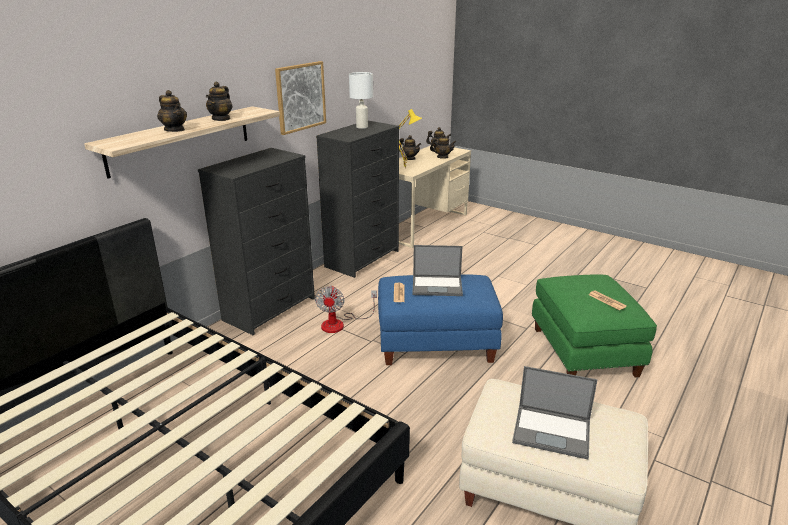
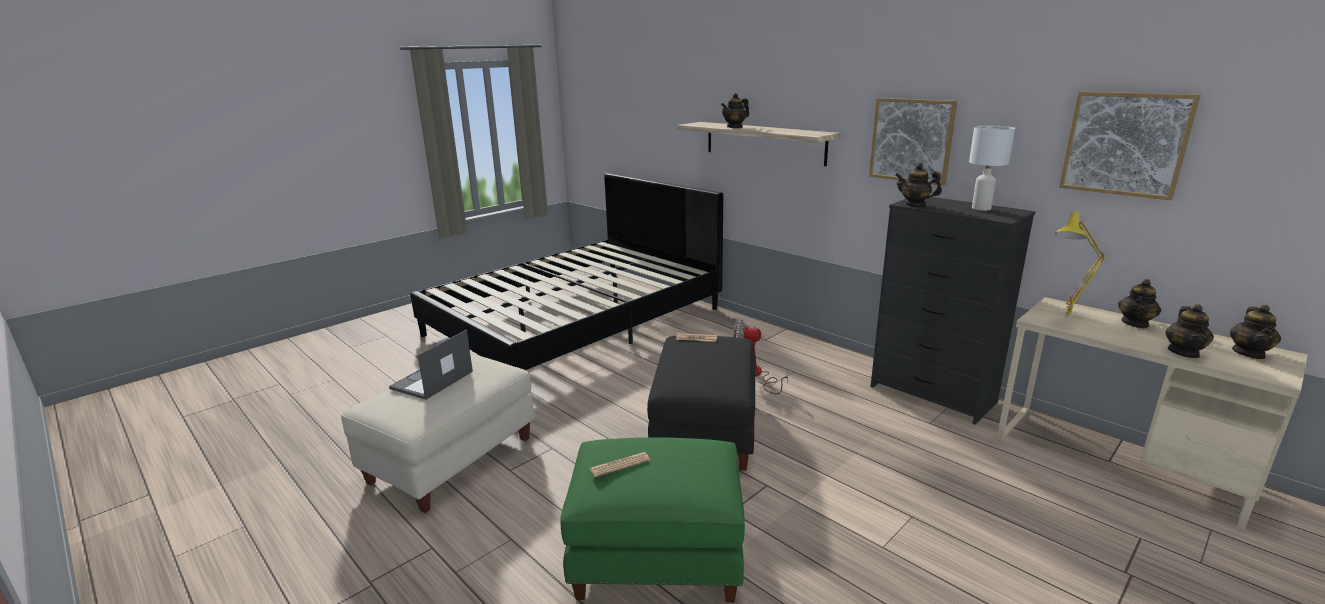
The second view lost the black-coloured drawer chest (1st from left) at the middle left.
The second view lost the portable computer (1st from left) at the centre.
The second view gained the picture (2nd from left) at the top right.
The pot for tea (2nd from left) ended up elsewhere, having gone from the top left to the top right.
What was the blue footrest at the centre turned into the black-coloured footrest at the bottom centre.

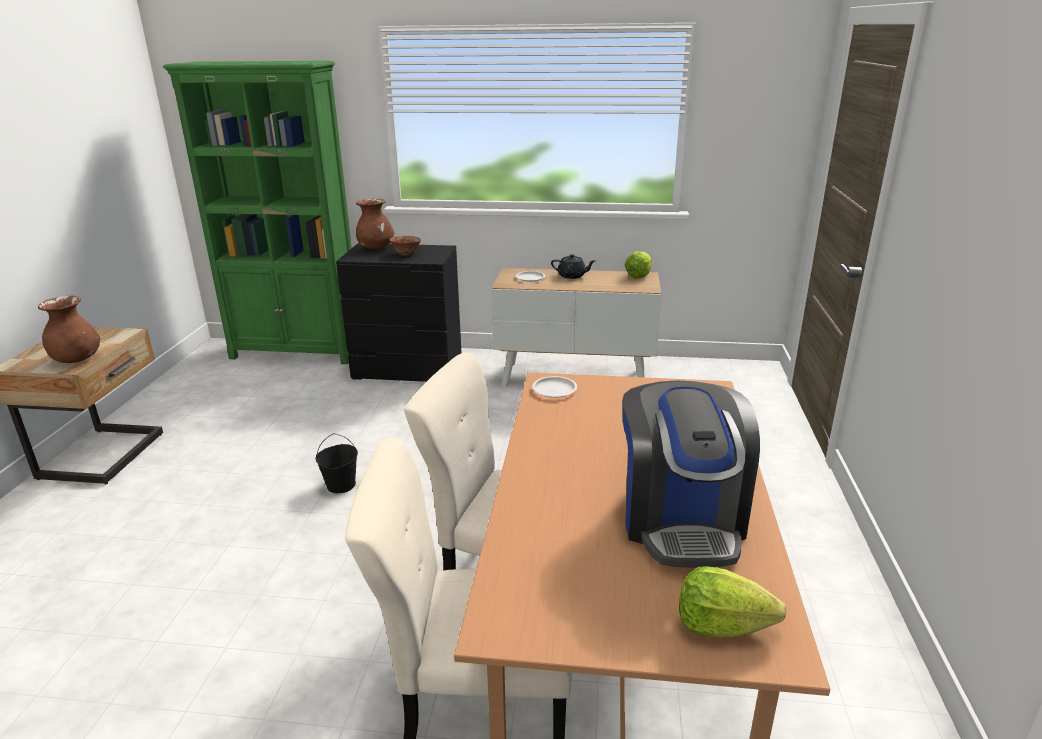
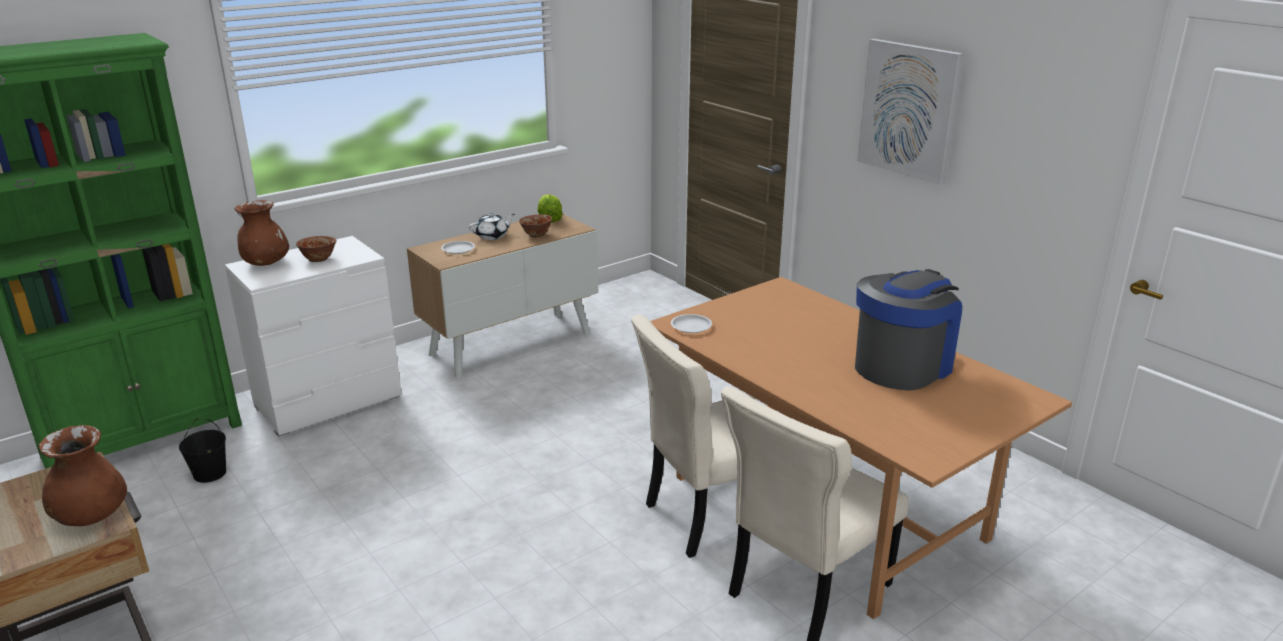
The second view lost the head of lettuce (2nd from left) at the bottom right.
The second view gained the bowl (2nd from left) at the centre.
The second view gained the picture at the top right.
The black-coloured bucket ended up elsewhere, having gone from the middle left to the bottom left.
What was the black-coloured drawer chest at the centre turned into the whitish drawer chest at the middle left.
What was the black-coloured pot for tea at the centre turned into the whitish pot for tea at the centre.
The coffee machine at the centre ended up facing another way, 90 degrees counterclockwise from before.

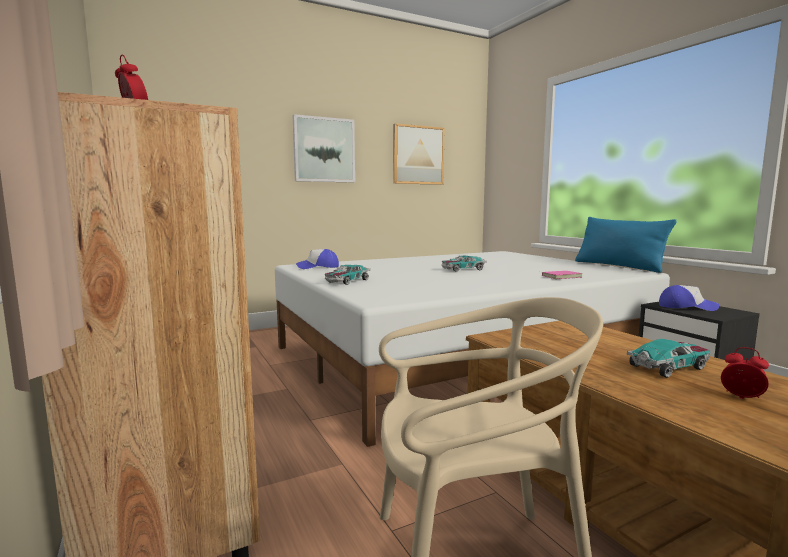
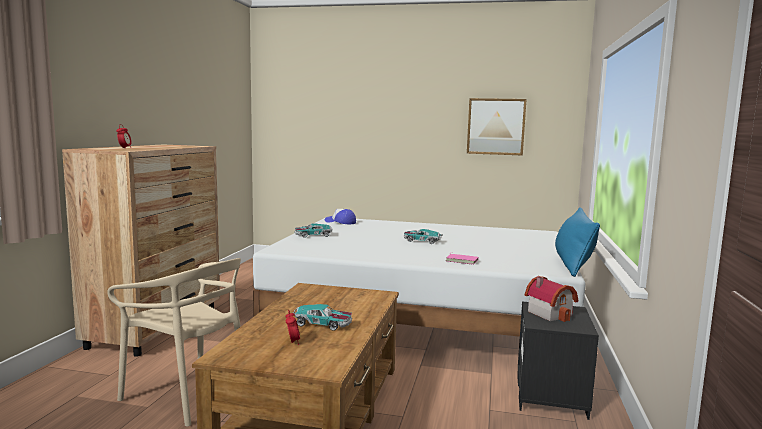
The second view lost the picture (1st from left) at the top centre.
Where the cap (2nd from left) stood at the middle right, the model house came to stand at the bottom right.

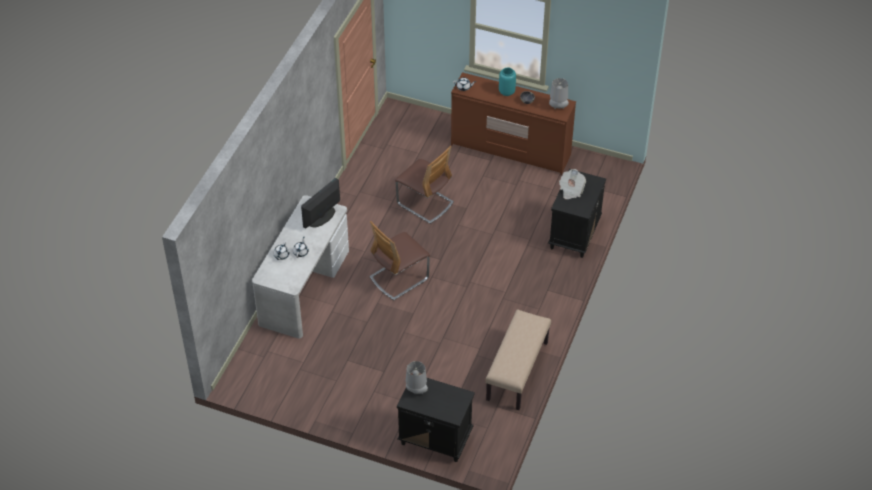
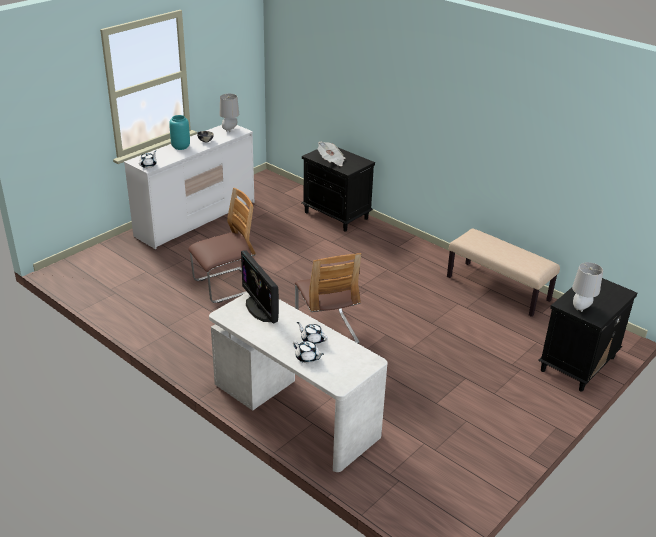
What was the brown-coloured drawer chest at the top centre turned into the whitish drawer chest at the middle left.

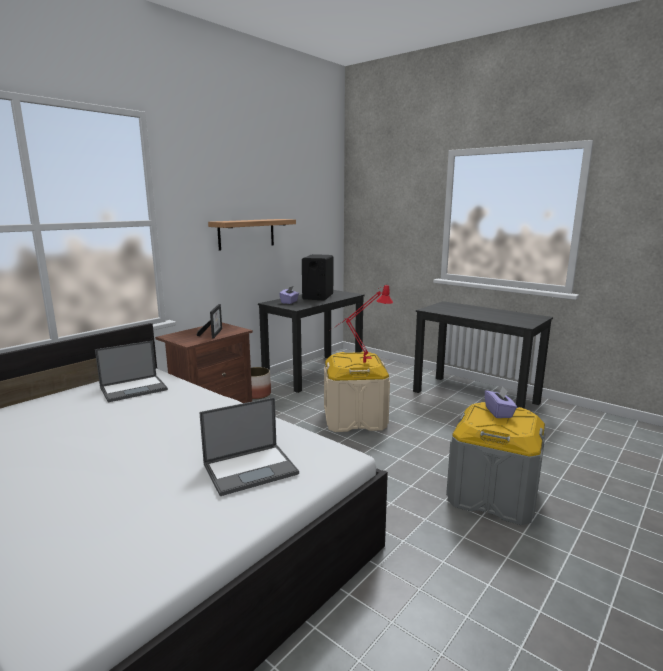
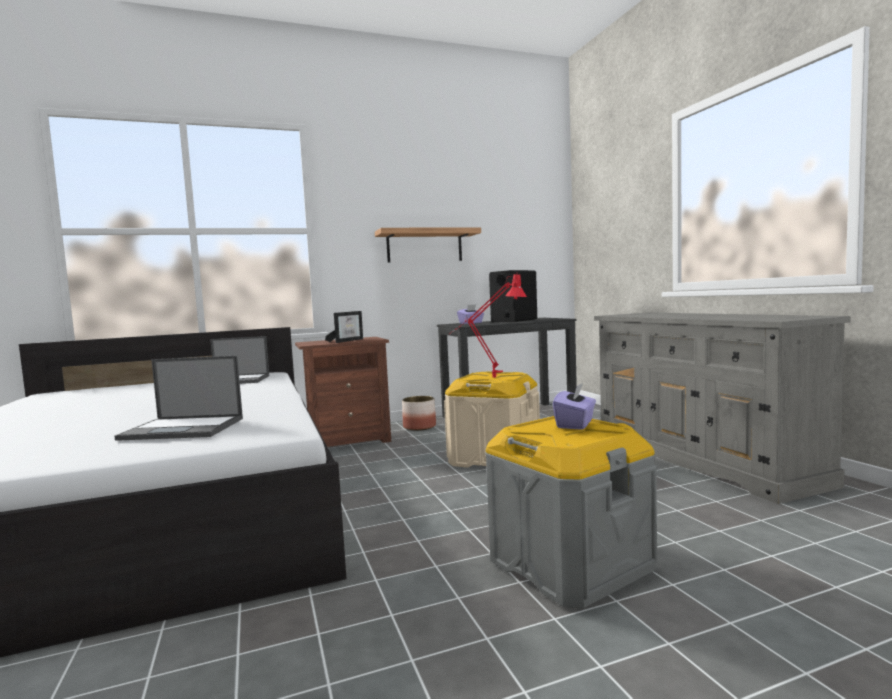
Where the black-coloured desk table (2nd from left) stood at the middle right, the greyish drawer chest came to stand at the middle right.

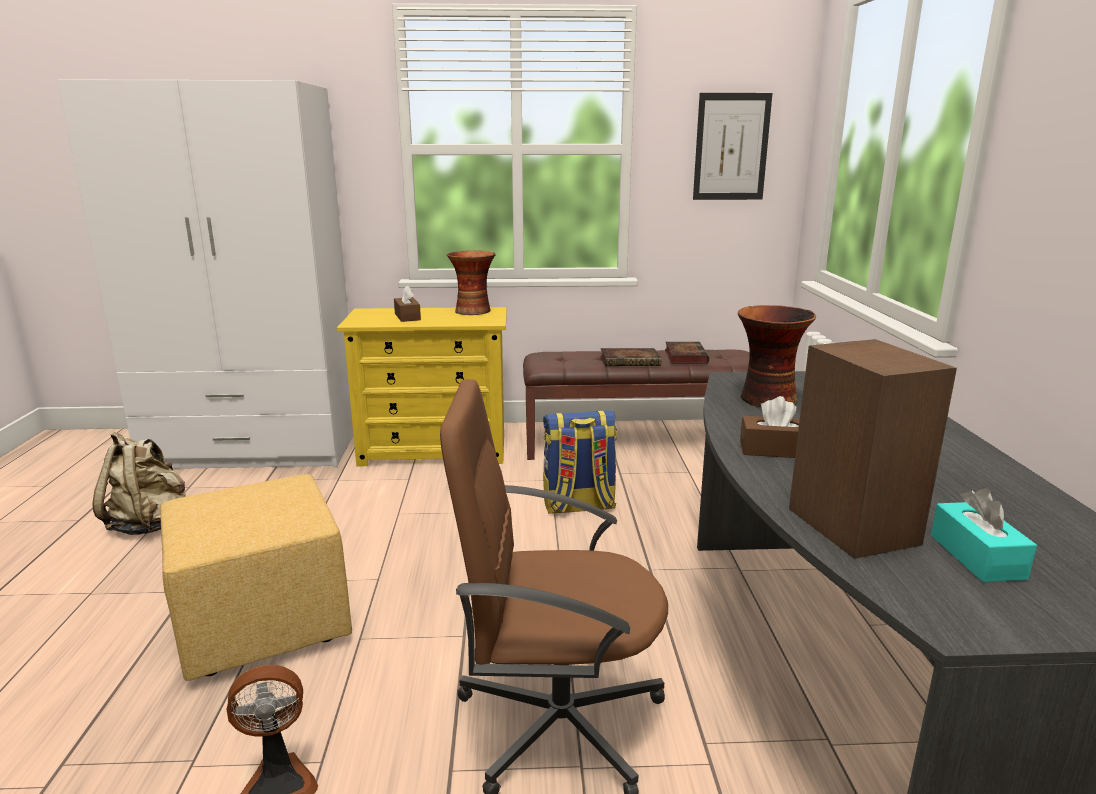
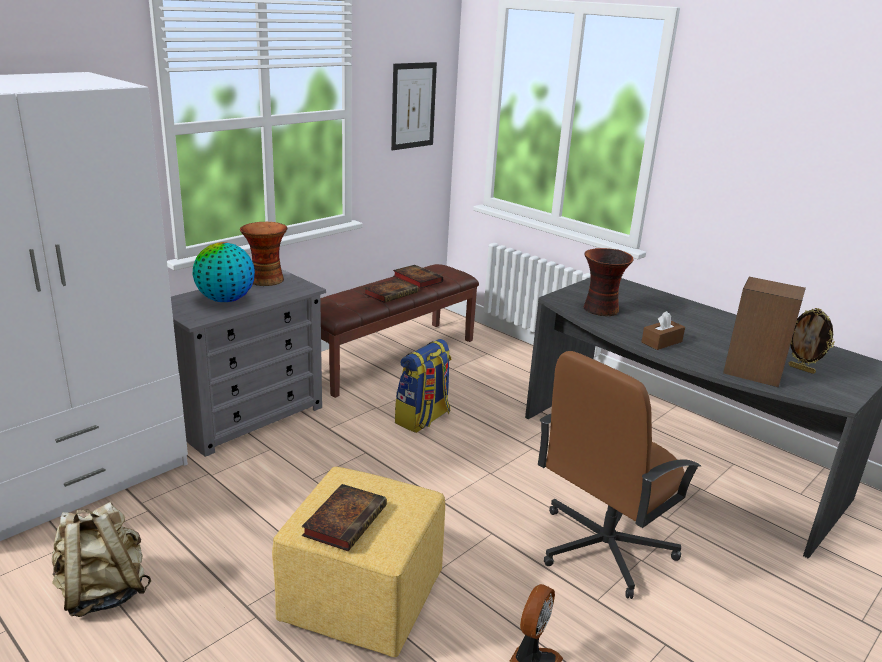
The second view gained the bound book (1st from left) at the bottom centre.
Where the brown-coloured tissue holder (1st from left) stood at the centre, the desk globe came to stand at the middle left.
Where the turquoise-coloured tissue holder stood at the bottom right, the photo frame came to stand at the middle right.
What was the yellowish drawer chest at the centre turned into the greyish drawer chest at the middle left.

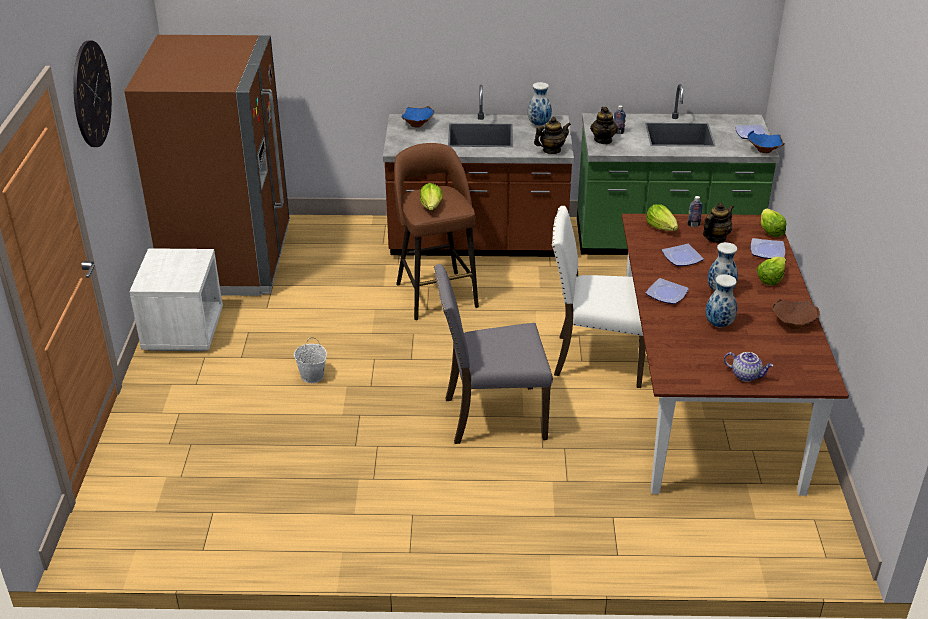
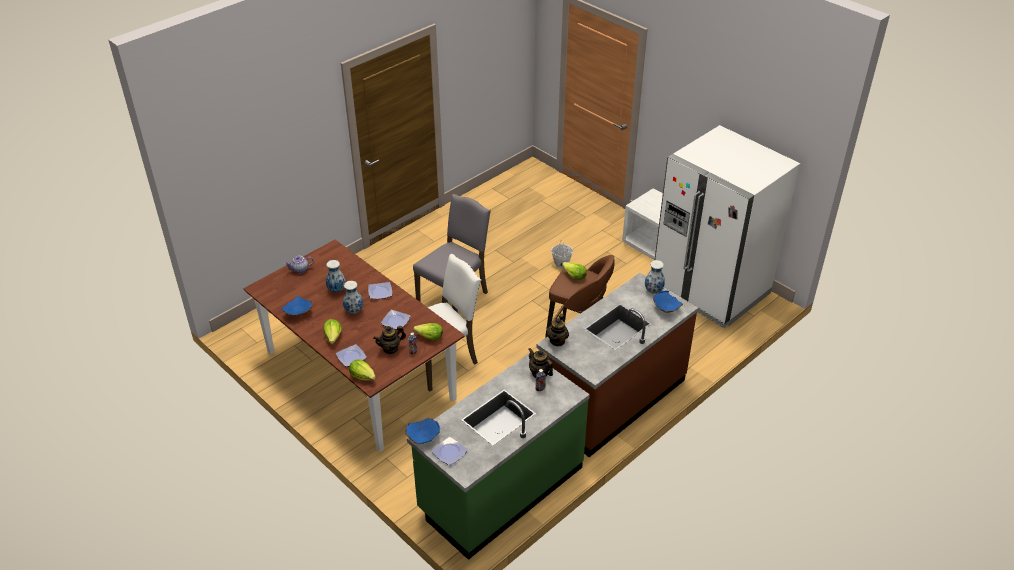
The second view lost the wall clock at the top left.
The vase (1st from left in the first image) ended up elsewhere, having gone from the top centre to the centre.
What was the brown-coloured fridge at the top left turned into the whitish fridge at the middle right.
What was the brown-coloured bowl at the middle right turned into the blue bowl (1st from left) at the middle left.
The pot for tea (3rd from left in the first image) at the middle right ended up facing another way, 60 degrees clockwise from before.

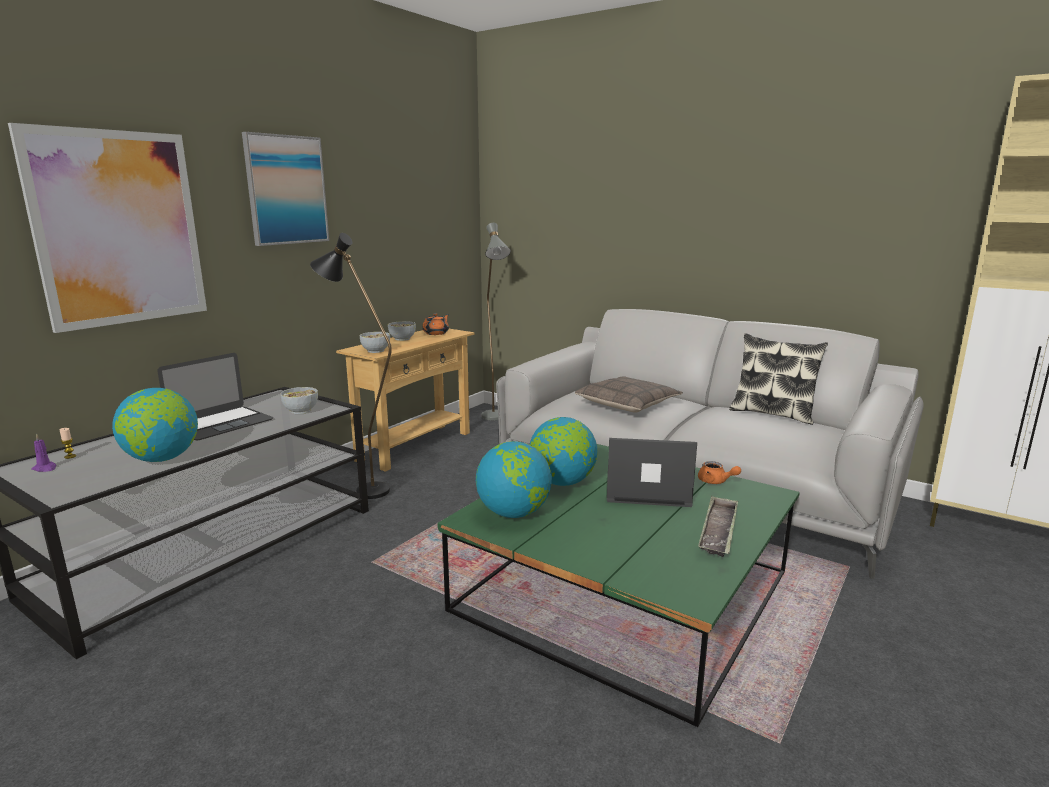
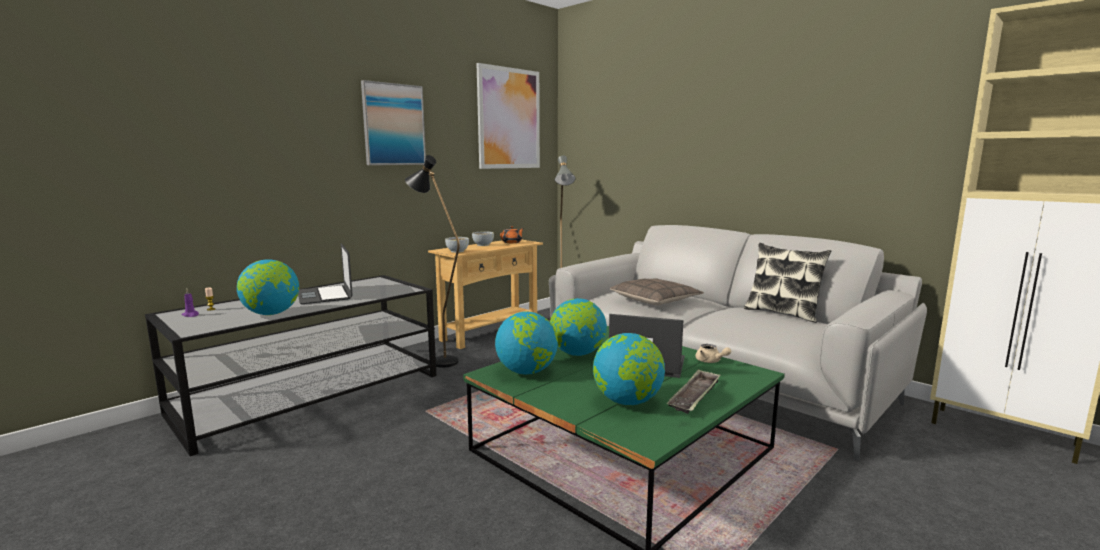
The second view lost the bowl (1st from left) at the middle left.
The second view gained the desk globe (4th from left) at the bottom centre.
The picture (1st from left in the first image) ended up elsewhere, having gone from the top left to the top centre.
What was the orange-coloured pot for tea (2nd from left) at the middle right turned into the beige-coloured pot for tea at the centre.
The portable computer (1st from left) at the middle left ended up facing another way, 105 degrees clockwise from before.

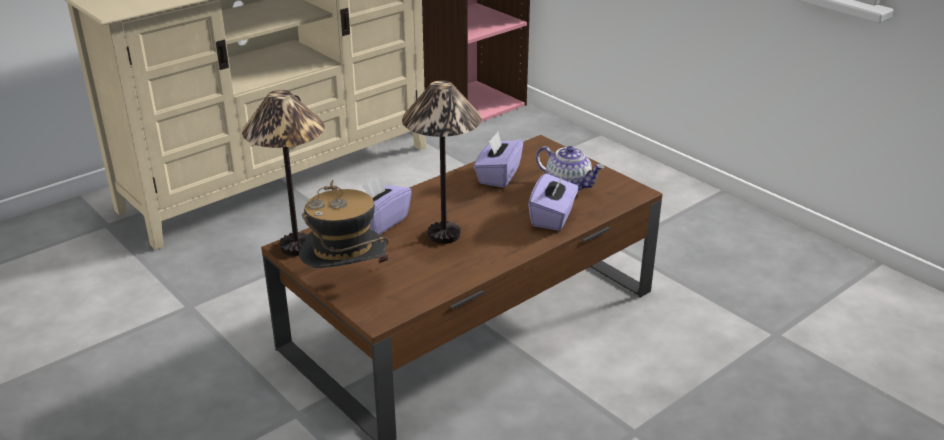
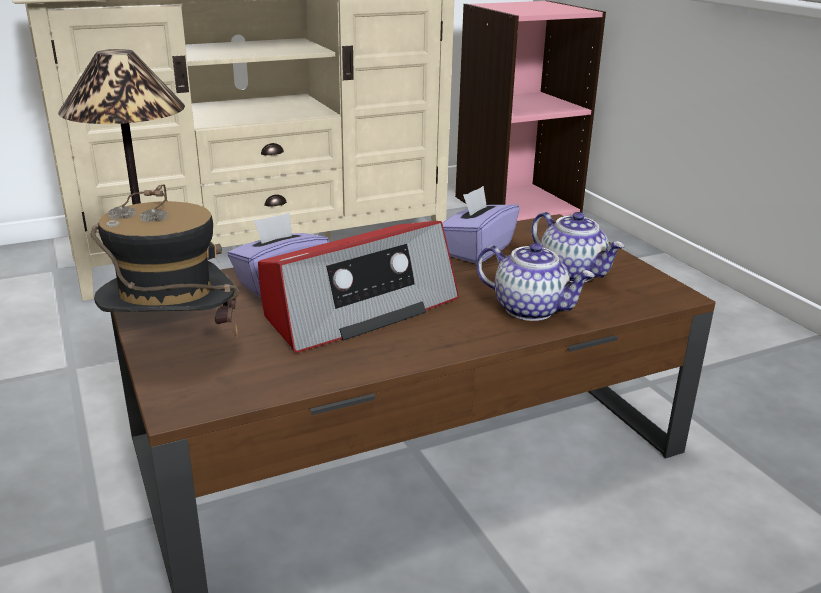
Where the tabletop lamp (2nd from left) stood at the centre, the radio receiver came to stand at the centre.
Where the purplish tissue holder (3rd from left) stood at the centre, the pot for tea (1st from left) came to stand at the centre.

